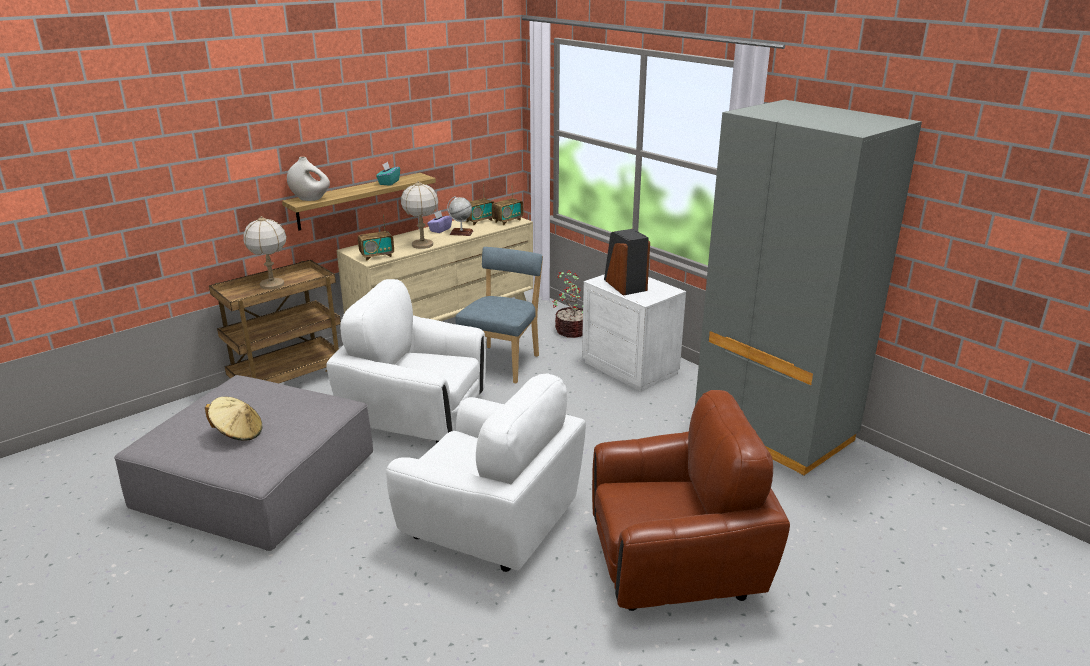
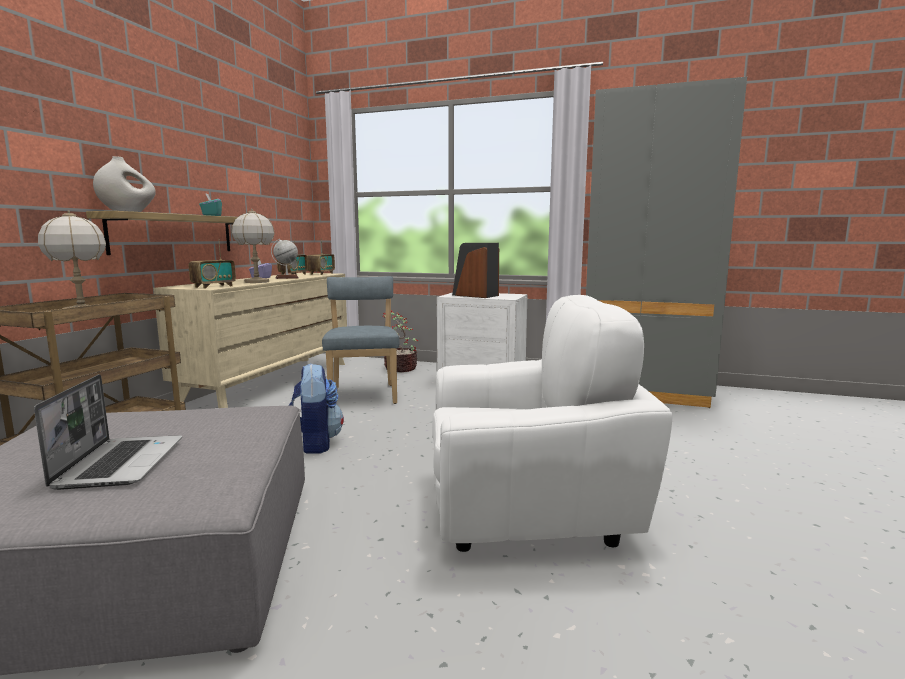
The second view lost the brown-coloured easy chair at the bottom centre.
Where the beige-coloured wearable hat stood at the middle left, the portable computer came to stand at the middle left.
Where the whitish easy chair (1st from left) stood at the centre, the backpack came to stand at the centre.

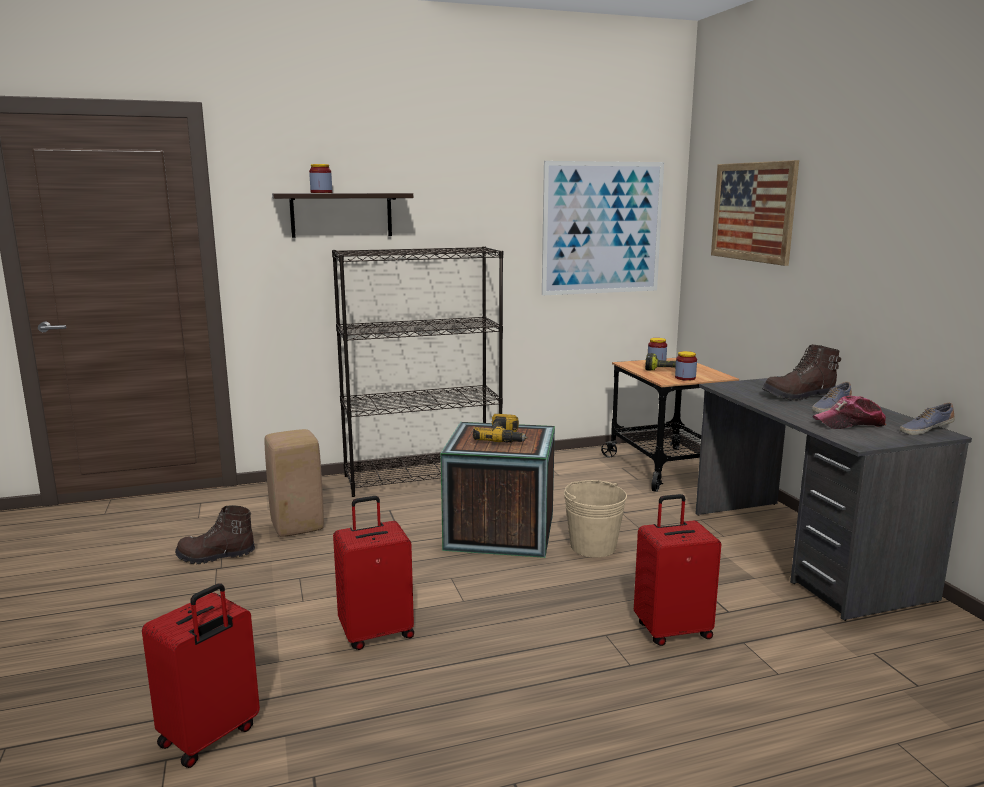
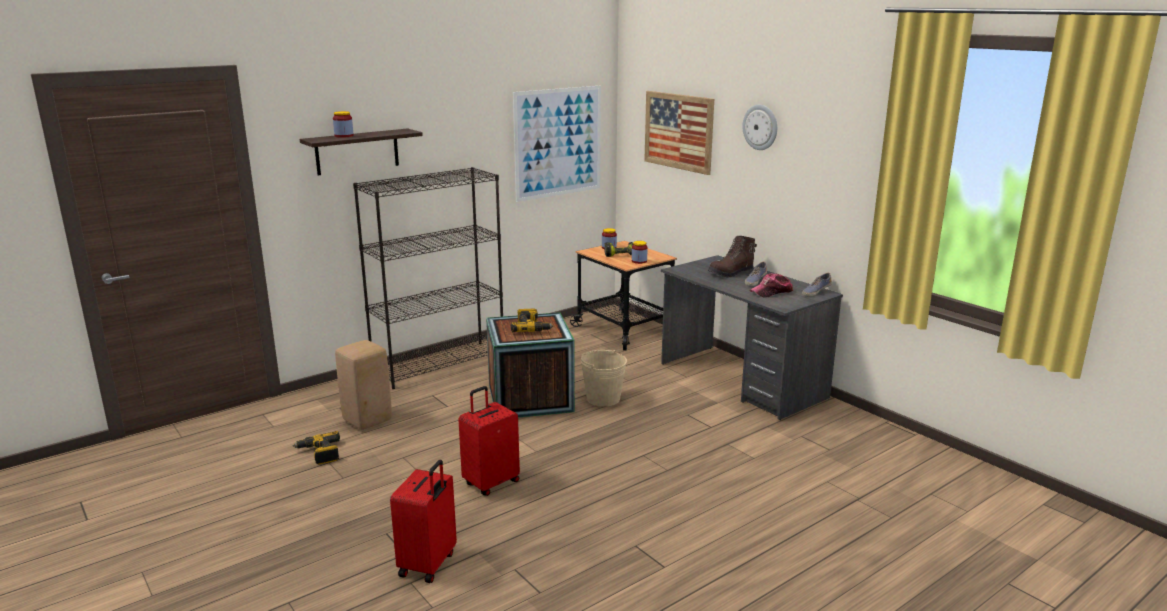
The second view lost the red-coloured piece of luggage (3rd from left) at the bottom right.
The second view gained the wall clock at the top centre.
Where the brown-coloured boot (1st from left) stood at the bottom left, the power drill (1st from left) came to stand at the bottom left.

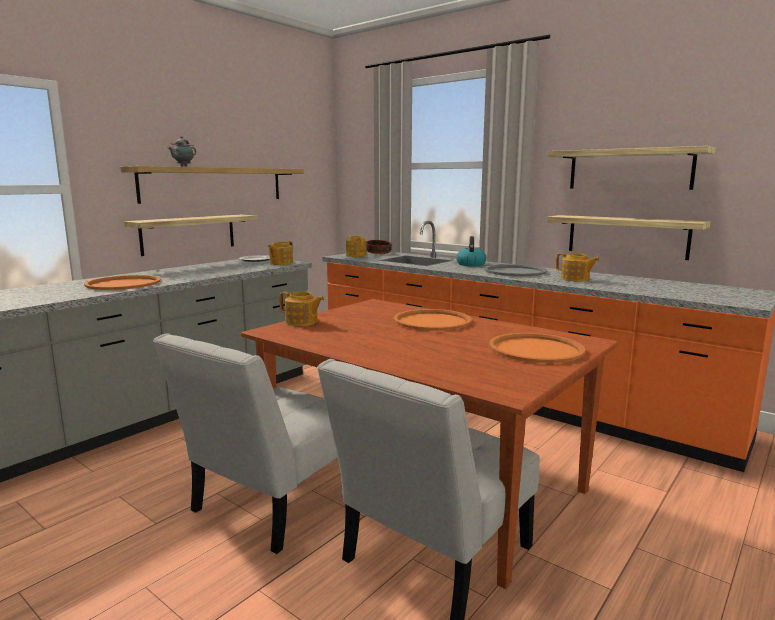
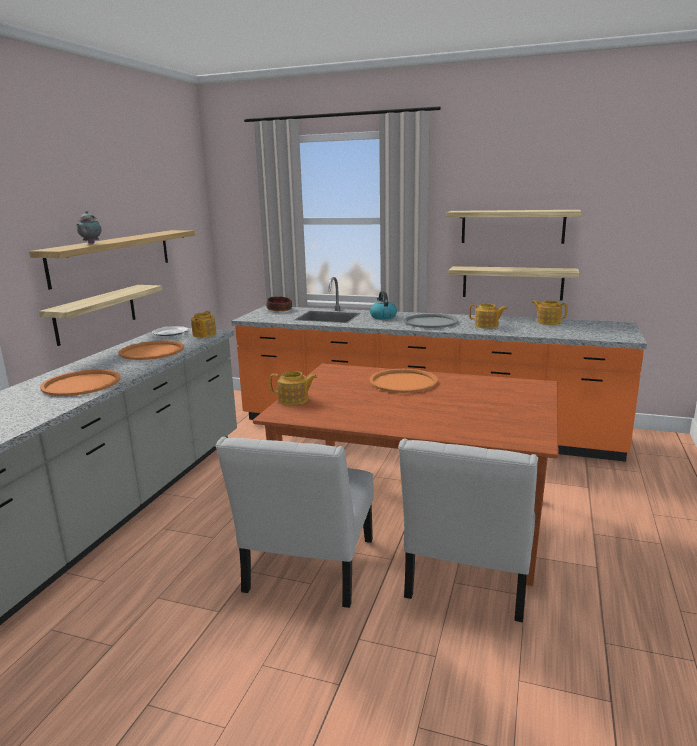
The pot for tea (4th from left in the first image) ended up elsewhere, having gone from the centre to the middle right.
The orange-coloured serving tray (3rd from left in the first image) ended up elsewhere, having gone from the middle right to the middle left.

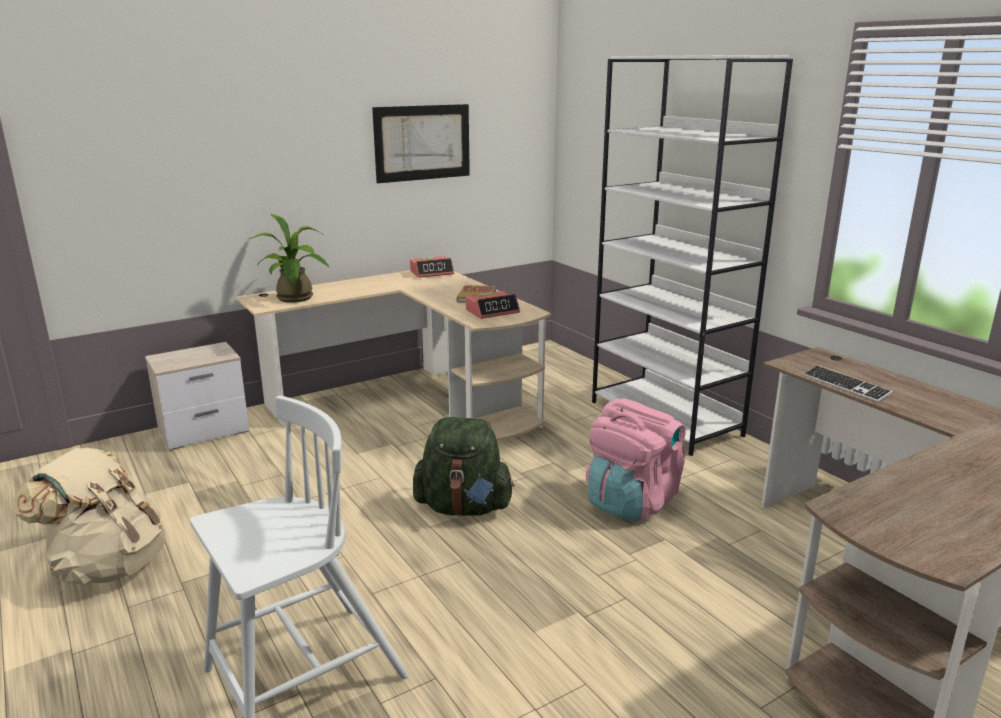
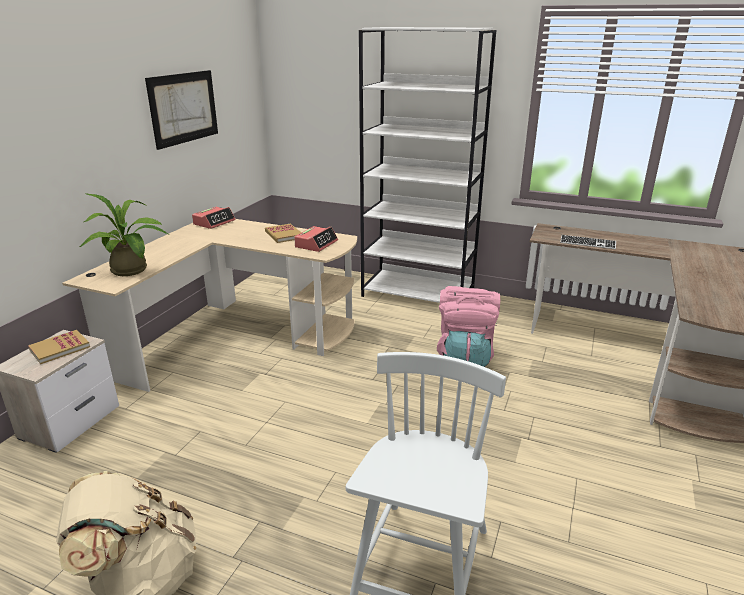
The second view lost the greenish backpack at the centre.
The second view gained the bound book (1st from left) at the middle left.

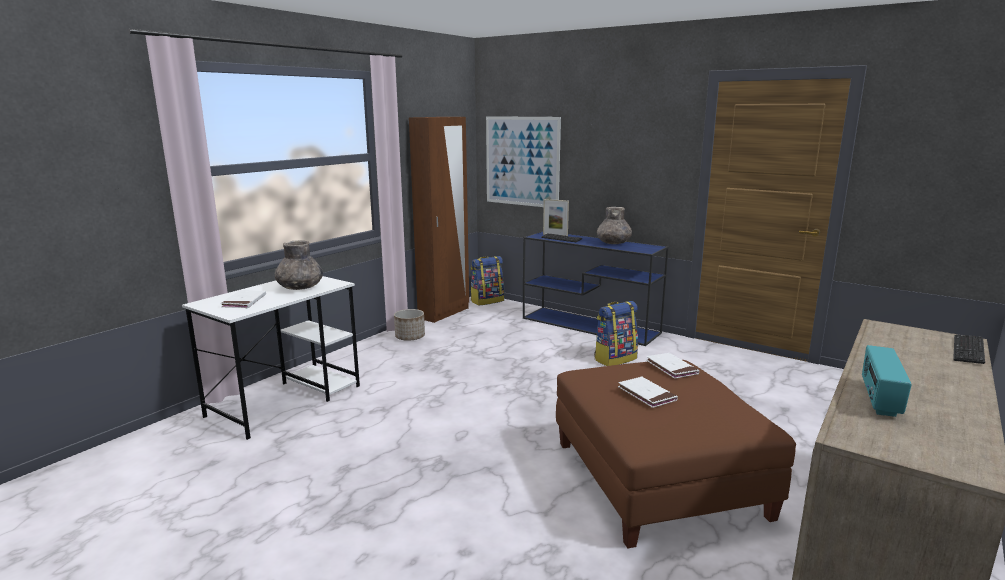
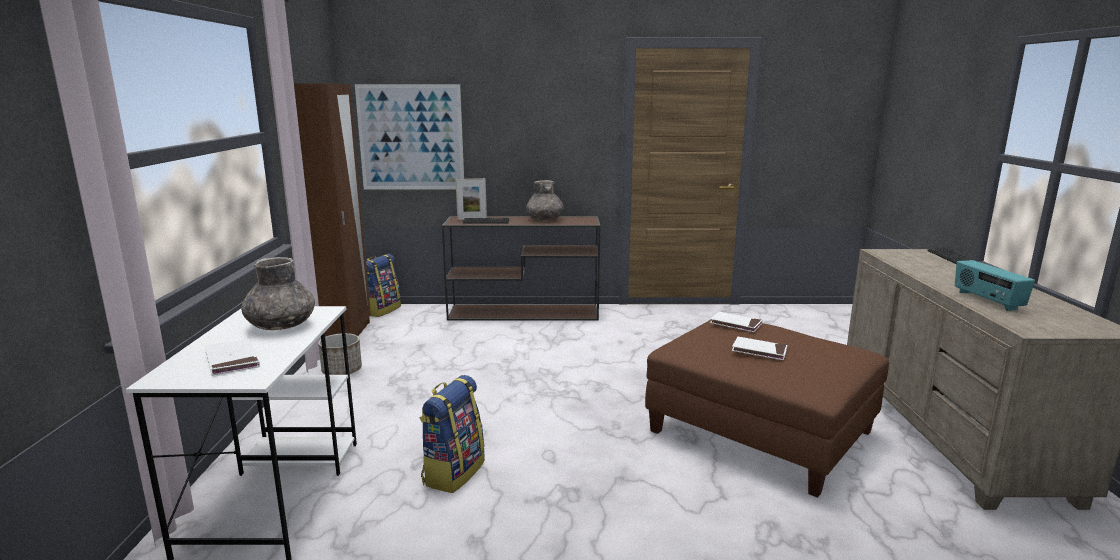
The backpack (2nd from left) ended up elsewhere, having gone from the centre to the bottom centre.
What was the blue console table at the centre turned into the brown-coloured console table at the centre.

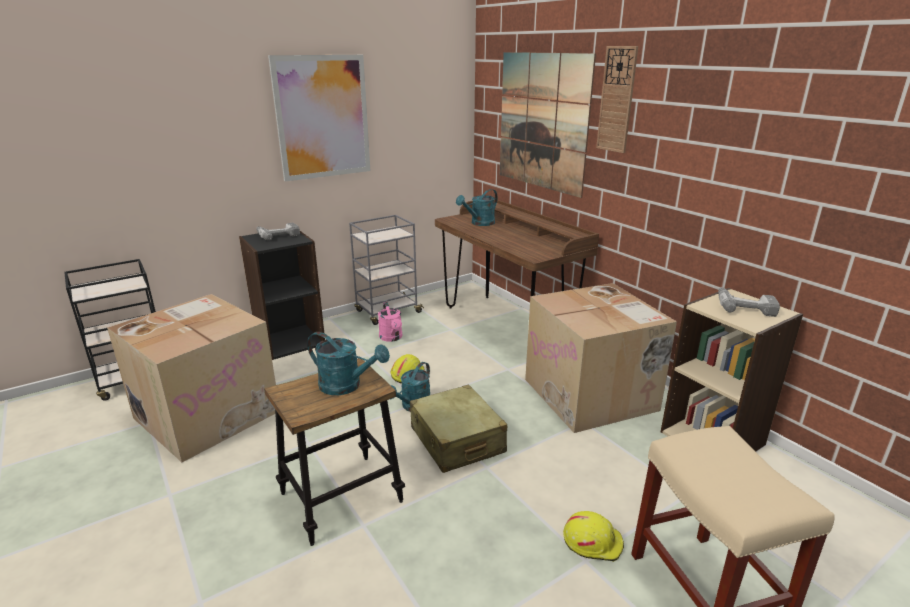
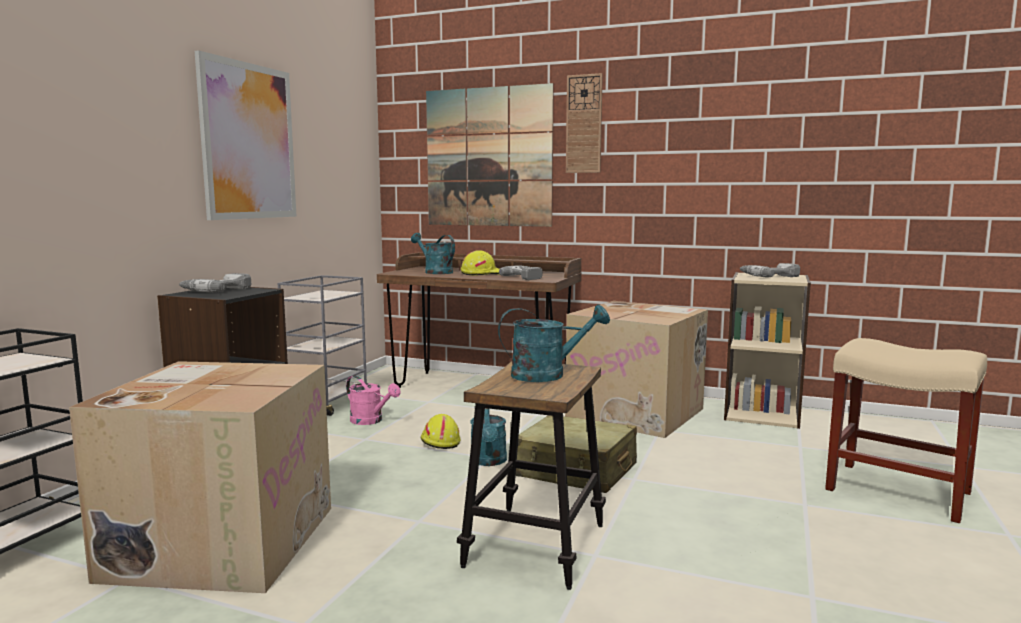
The second view gained the power drill (2nd from left) at the centre.
The yellowish safety helmet (2nd from left) ended up elsewhere, having gone from the bottom centre to the centre.
The turquoise-coloured watering can (3rd from left in the first image) at the centre ended up facing another way, 120 degrees clockwise from before.

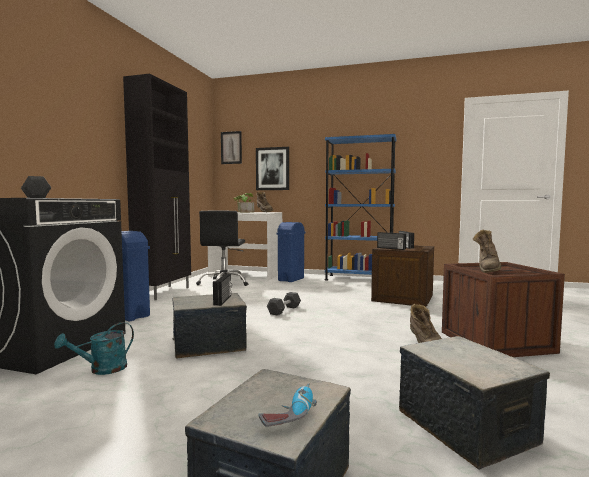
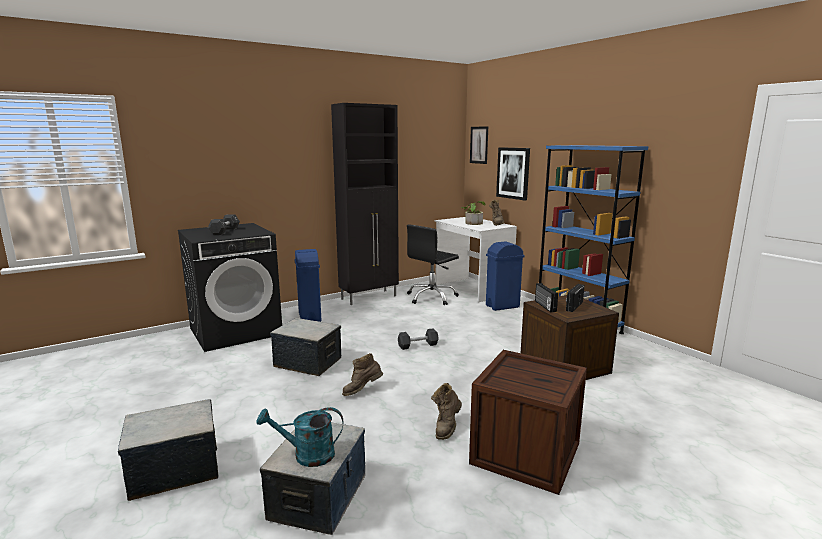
The second view lost the radio receiver (1st from left) at the centre.
The second view lost the power drill at the bottom centre.
The turquoise-coloured watering can ended up elsewhere, having gone from the bottom left to the bottom centre.
The brown-coloured boot (3rd from left in the first image) ended up elsewhere, having gone from the middle right to the bottom centre.

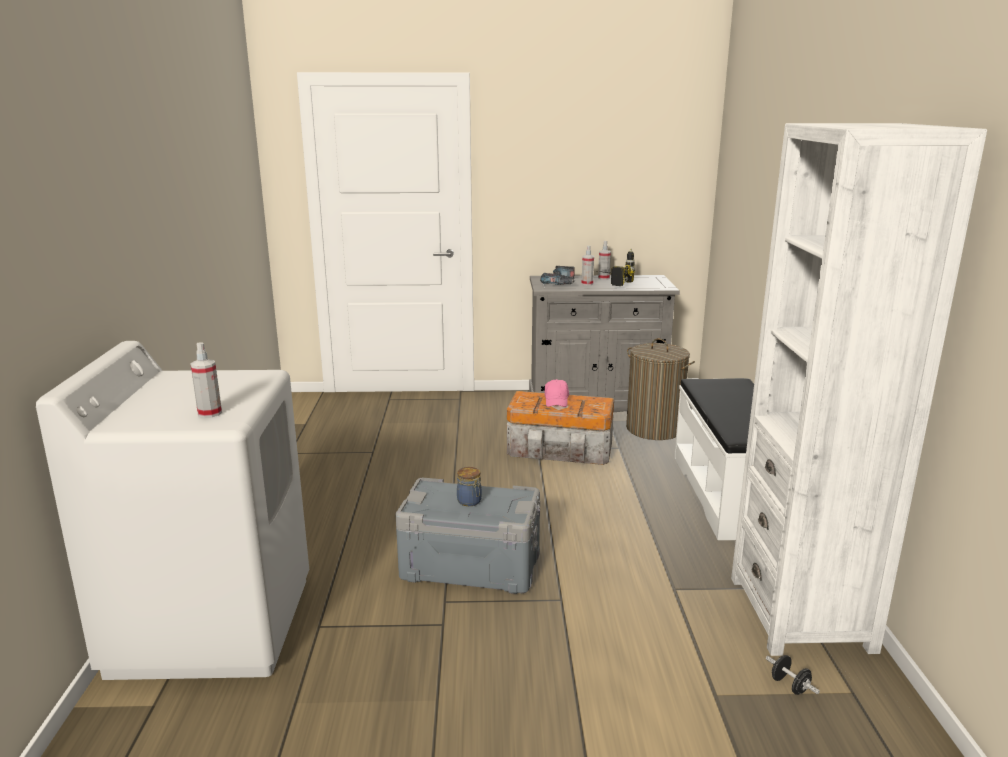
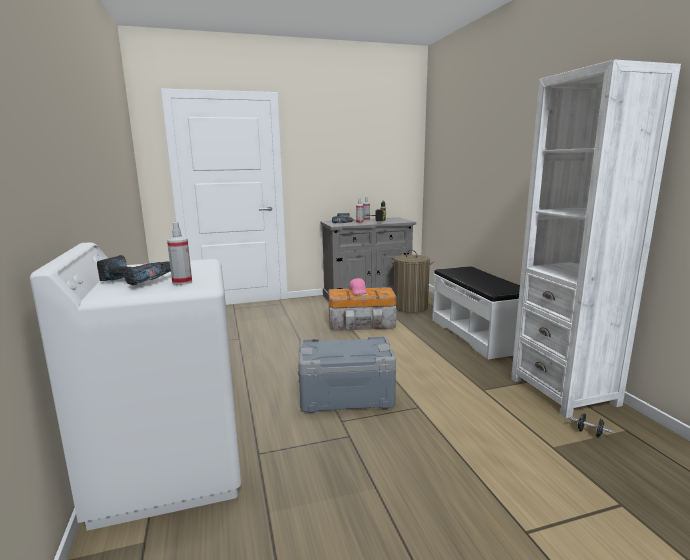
The second view lost the preserve jar at the centre.
The second view gained the power drill (1st from left) at the middle left.

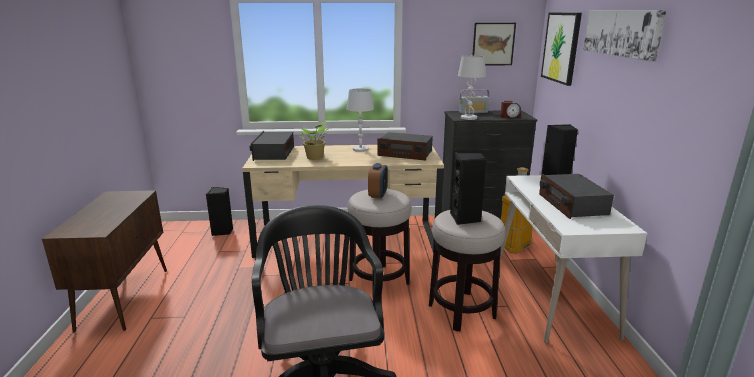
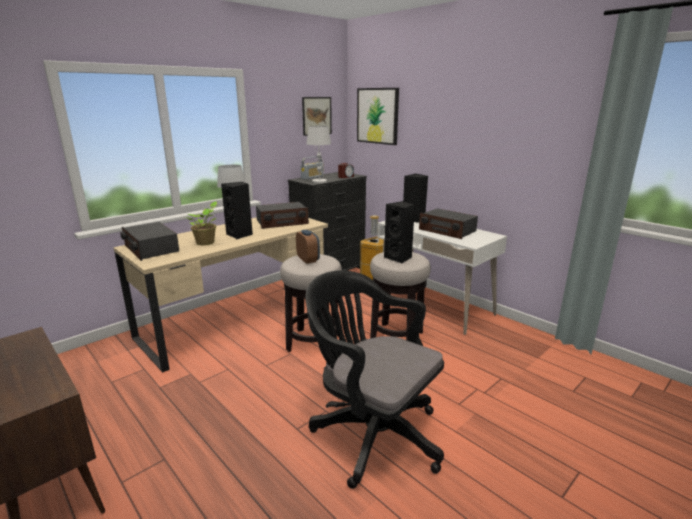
The second view lost the picture (3rd from left) at the top right.
The black-coloured audio speaker (1st from left) ended up elsewhere, having gone from the middle left to the centre.

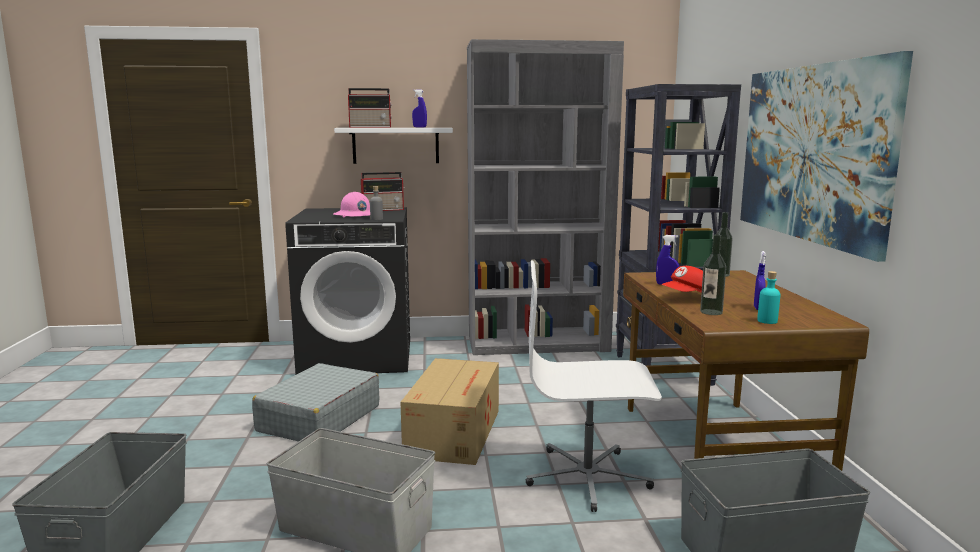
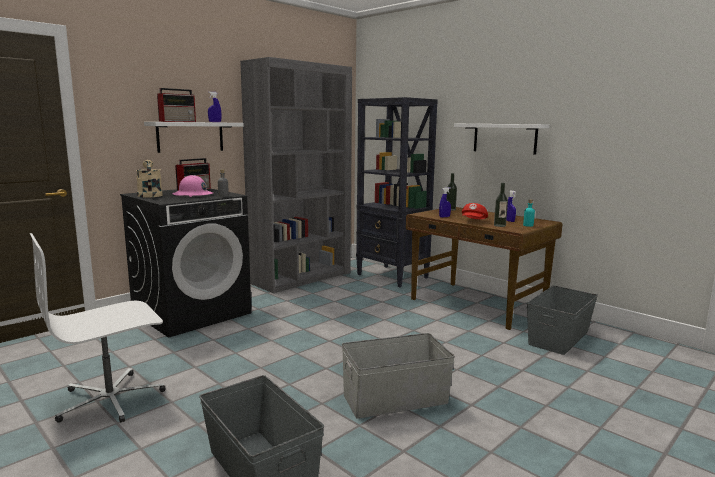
The second view lost the greyish piece of luggage at the bottom left.
The second view lost the carton at the bottom centre.
The second view gained the beige-coloured watering can at the middle left.
The whitish desk chair ended up elsewhere, having gone from the bottom centre to the bottom left.
Where the picture hung at the top right, the whitish bracket shelf (2nd from left) came to hang at the top right.

